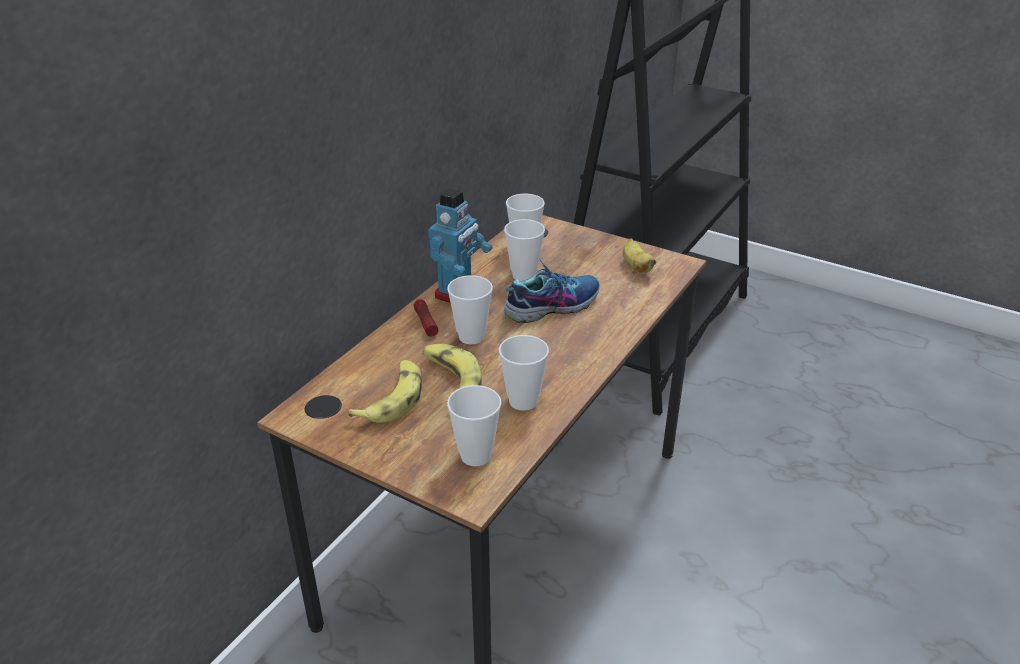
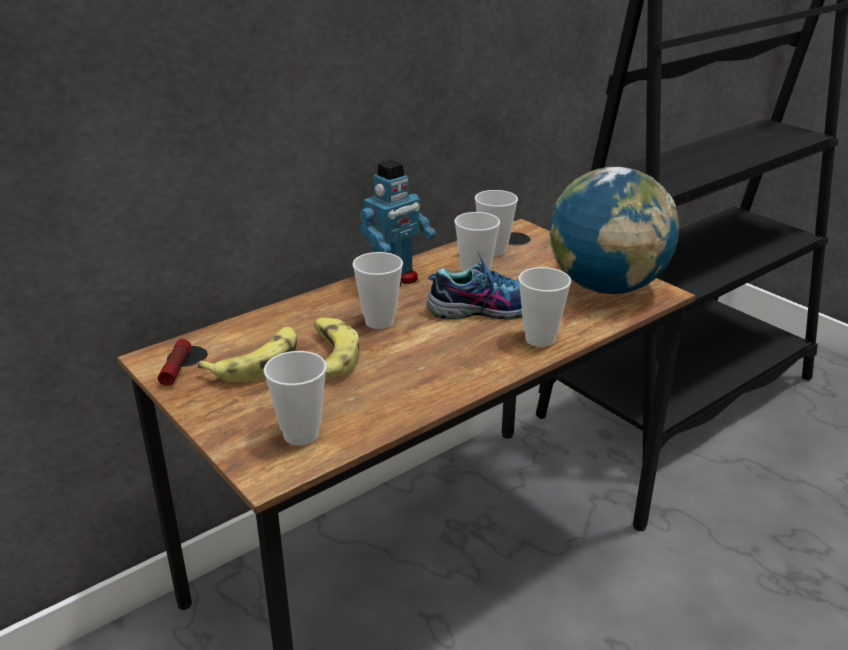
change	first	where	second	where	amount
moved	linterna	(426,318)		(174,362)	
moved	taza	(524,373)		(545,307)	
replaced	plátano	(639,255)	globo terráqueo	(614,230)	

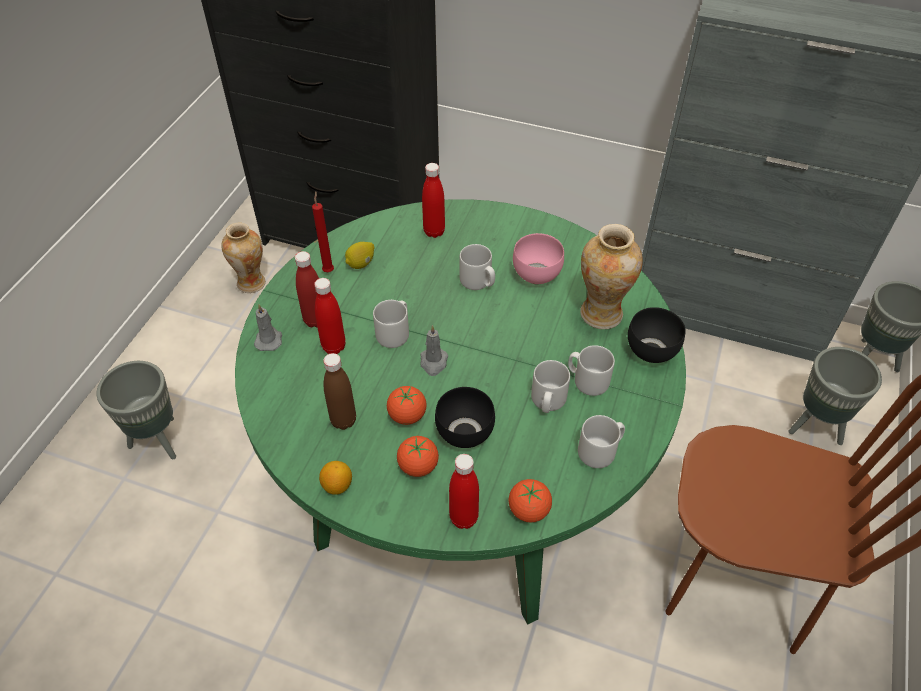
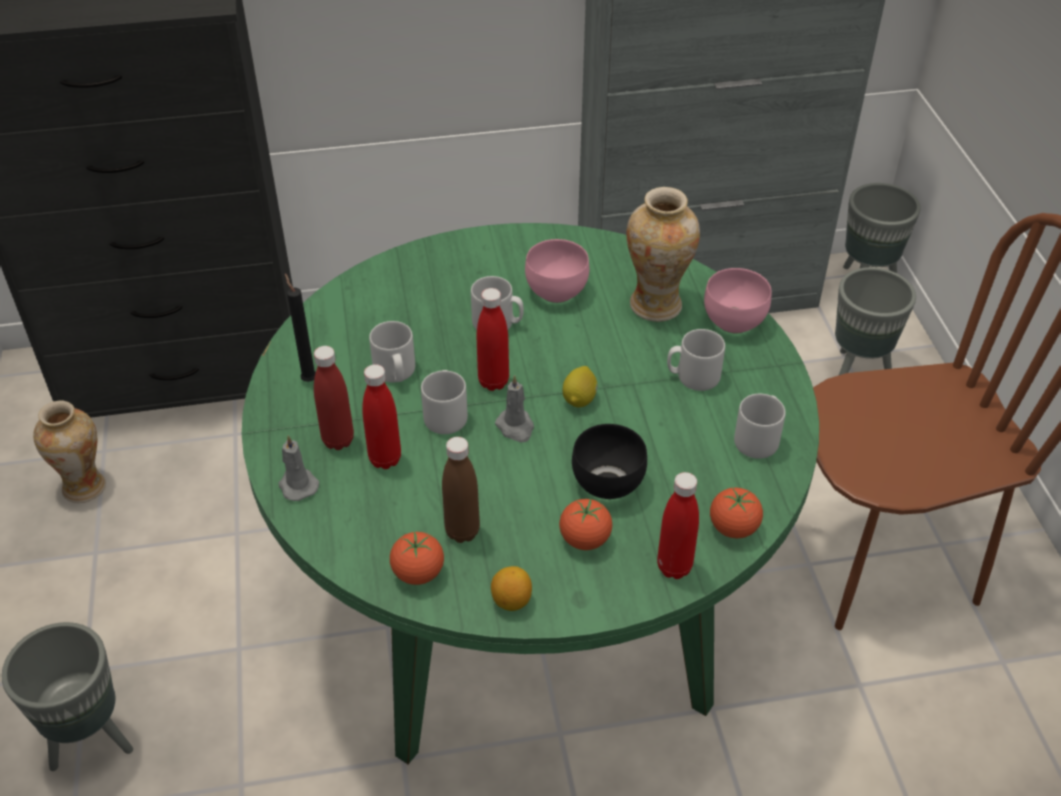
change	first	where	second	where	amount
recoloured	vela [rojo]	(323,231)	vela [negro]	(300,327)	
moved	limón	(359,255)		(580,386)	
moved	tomate	(407,405)		(417,558)	
moved	botella [rojo]	(433,200)		(493,339)	
moved	taza grande [gris]	(550,386)		(392,351)	
recoloured	cuenco [negro]	(656,335)	cuenco [rosa]	(738,300)	

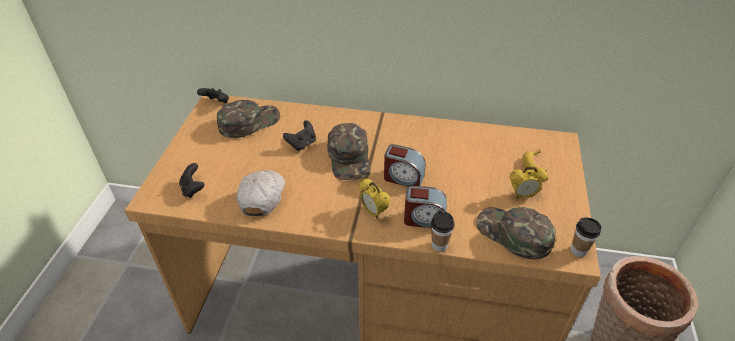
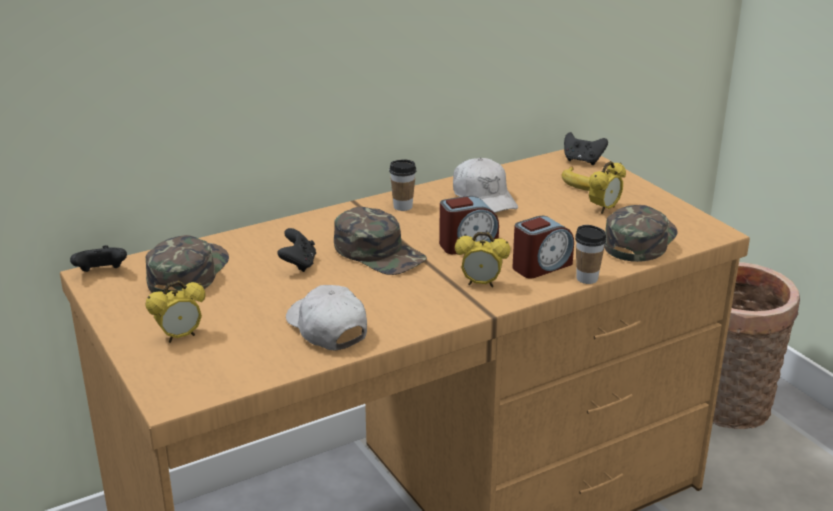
change	first	where	second	where	amount
moved	mando de consola [negro]	(192,180)		(586,148)	
turned	gorra [verde]	(516,233)		(641,233)	120 degrees clockwise
moved	taza	(586,237)		(402,185)	
added			despertador	(175,312)	
added			gorra [blanco]	(485,185)	

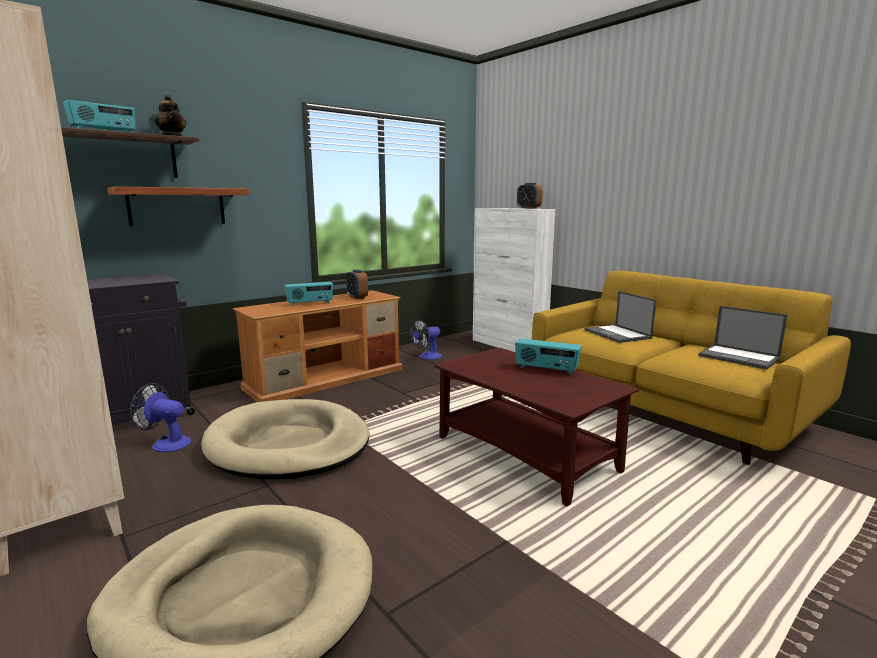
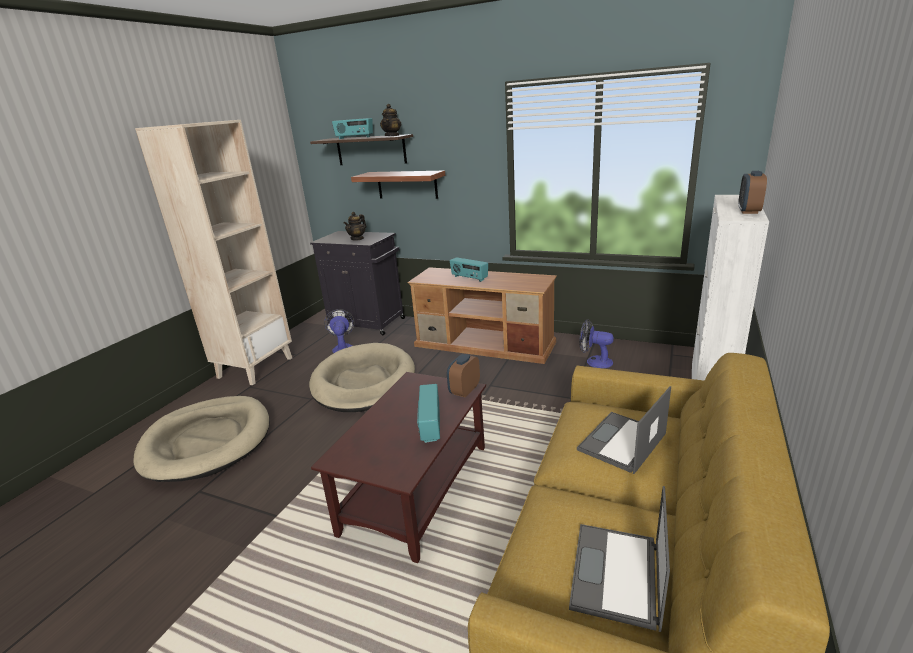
change	first	where	second	where	amount
moved	despertador	(357,284)		(463,376)	
added			tetera	(355,226)	

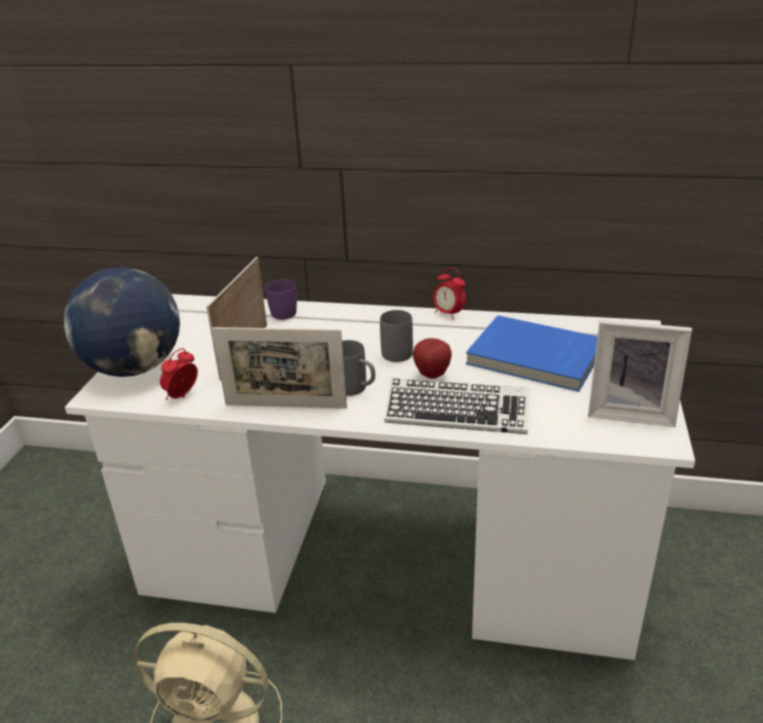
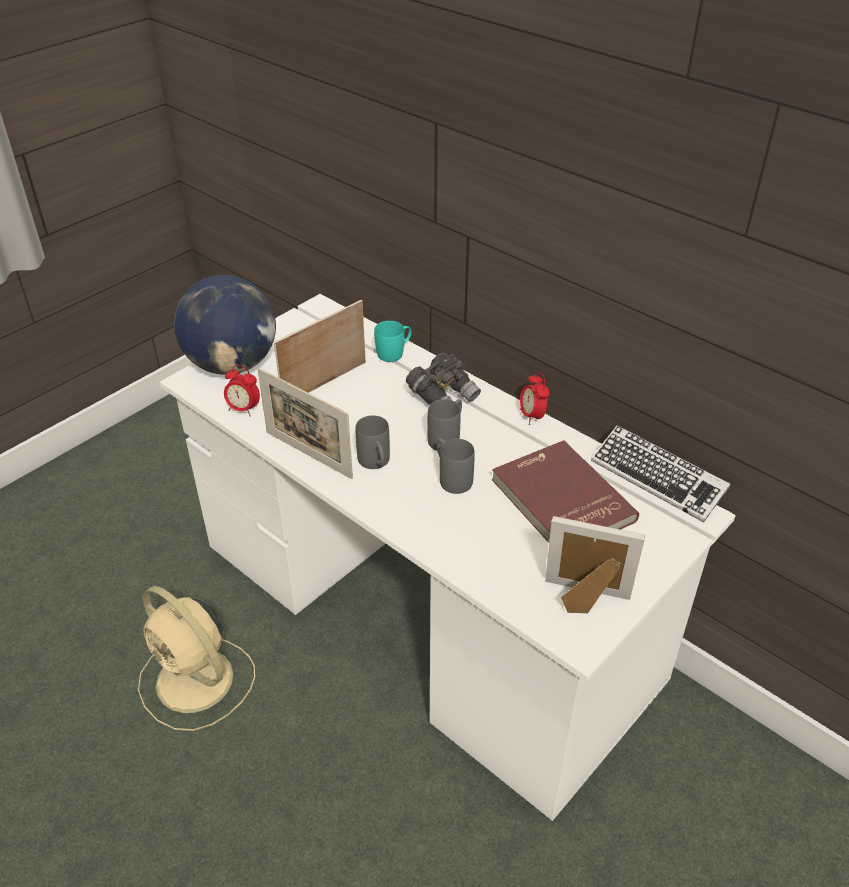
change	first	where	second	where	amount
turned	despertador	(179,374)		(242,391)	135 degrees counterclockwise
recoloured	taza grande [morado]	(281,299)	taza grande [turquesa]	(392,341)	
moved	teclado	(457,406)		(660,473)	
replaced	manzana	(432,358)	taza grande [gris]	(456,466)	
recoloured	libro [azul]	(532,353)	libro [rojo]	(565,491)	
turned	portarretratos	(640,373)		(595,564)	150 degrees clockwise
added			prismáticos [gris]	(443,378)	

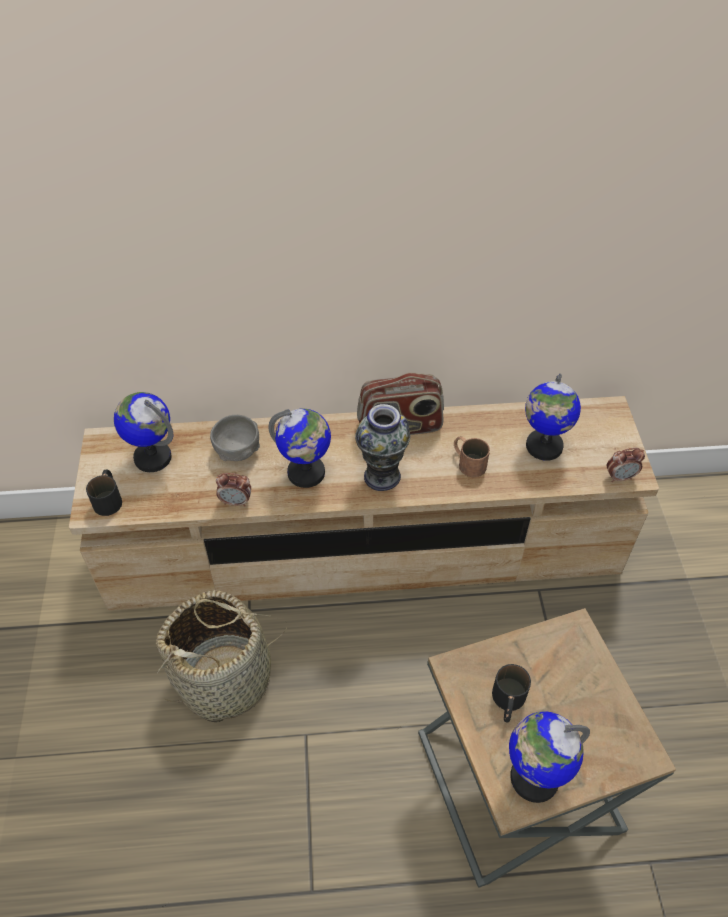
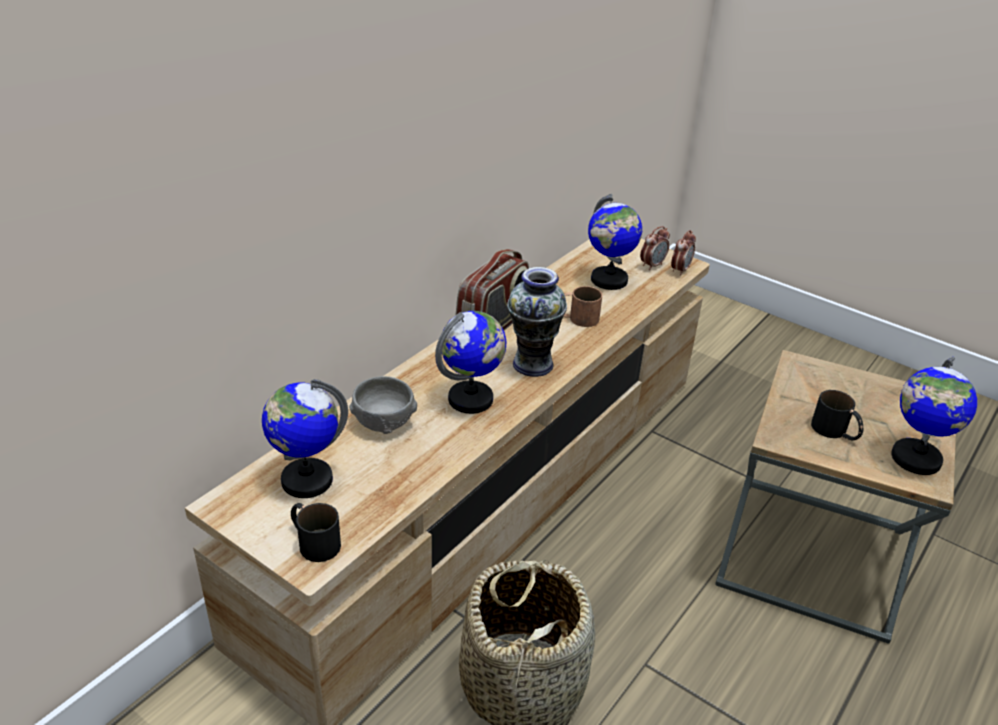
change	first	where	second	where	amount
moved	despertador	(233,489)		(655,248)	

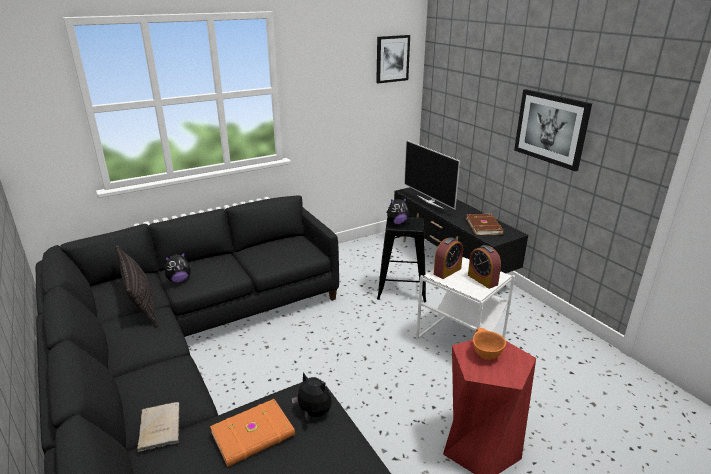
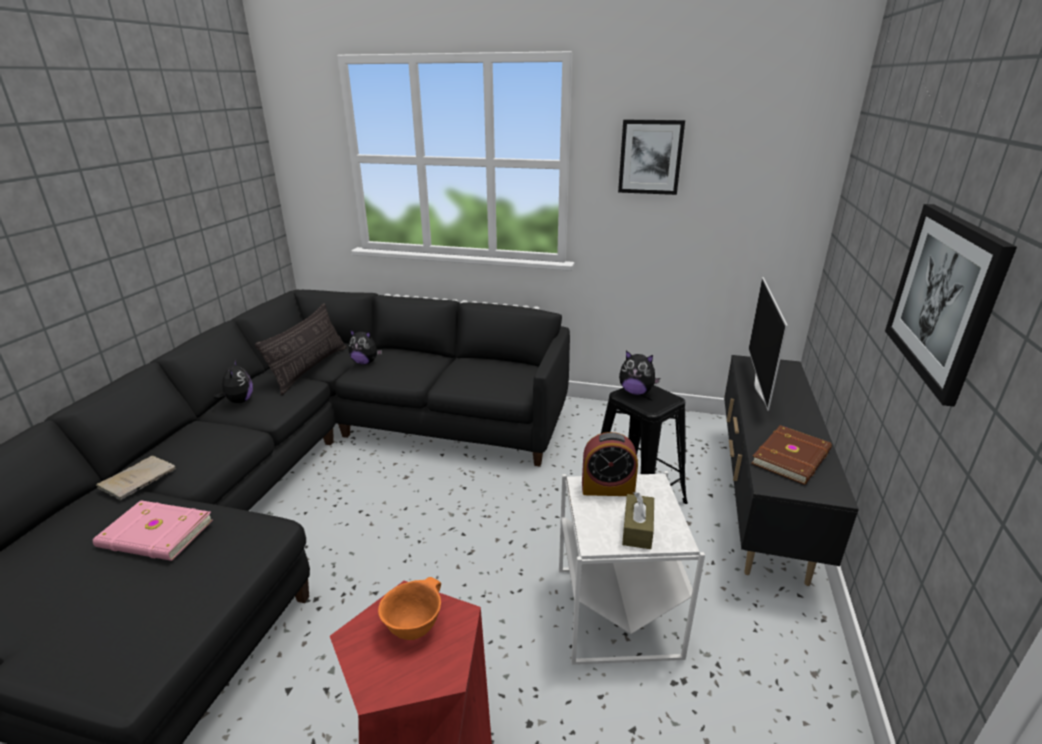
change	first	where	second	where	amount
recoloured	libro [naranja]	(252,433)	libro [rosa]	(153,530)	
moved	peluche	(311,398)		(233,381)	
moved	cuadro	(393,59)		(651,157)	
replaced	despertador	(484,267)	caja de pañuelos [marrón]	(638,520)	

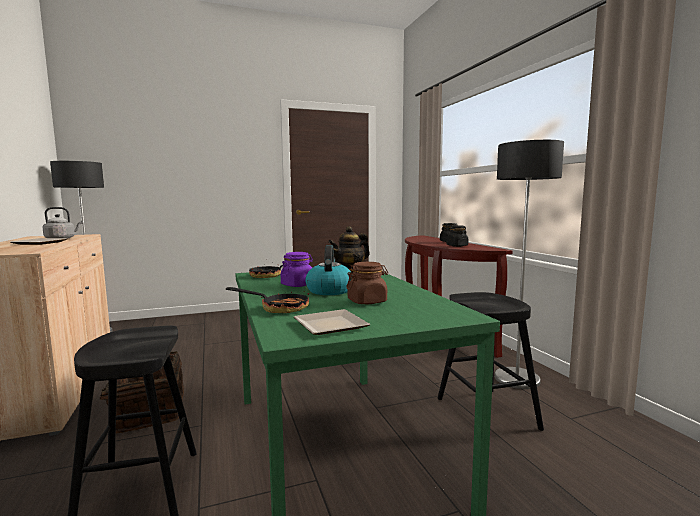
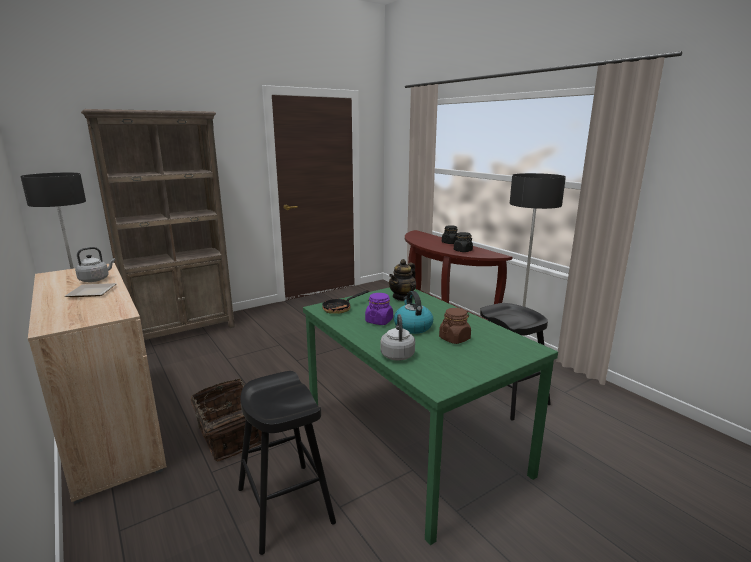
change	first	where	second	where	amount
replaced	sartén	(267,300)	hervidor [gris]	(397,337)	
removed	plato	(332,322)			
added			estantería [marrón]	(158,224)	

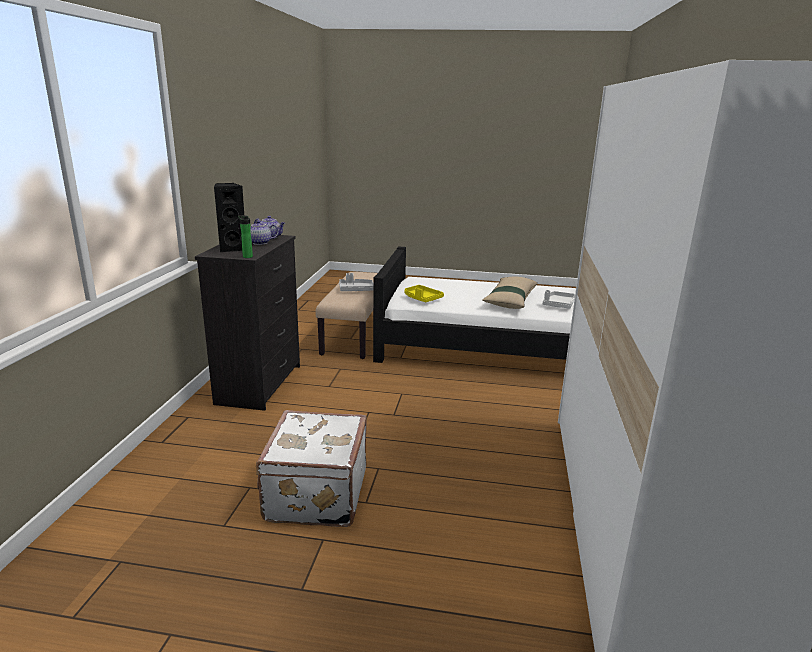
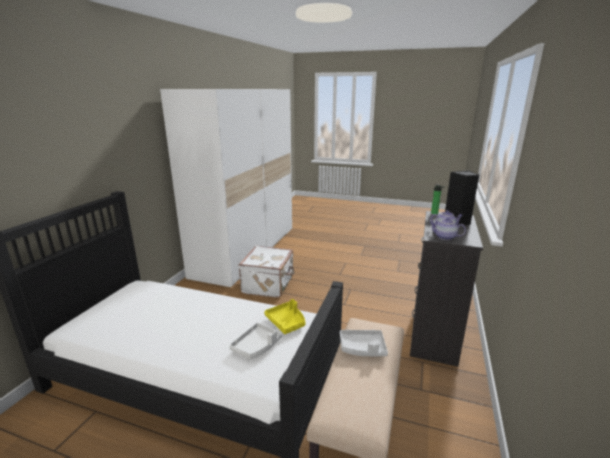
change	first	where	second	where	amount
moved	maleta [blanco]	(311,468)		(266,272)	
removed	cojín [beis]	(510,292)			
moved	bandeja [blanco]	(559,299)		(255,341)	

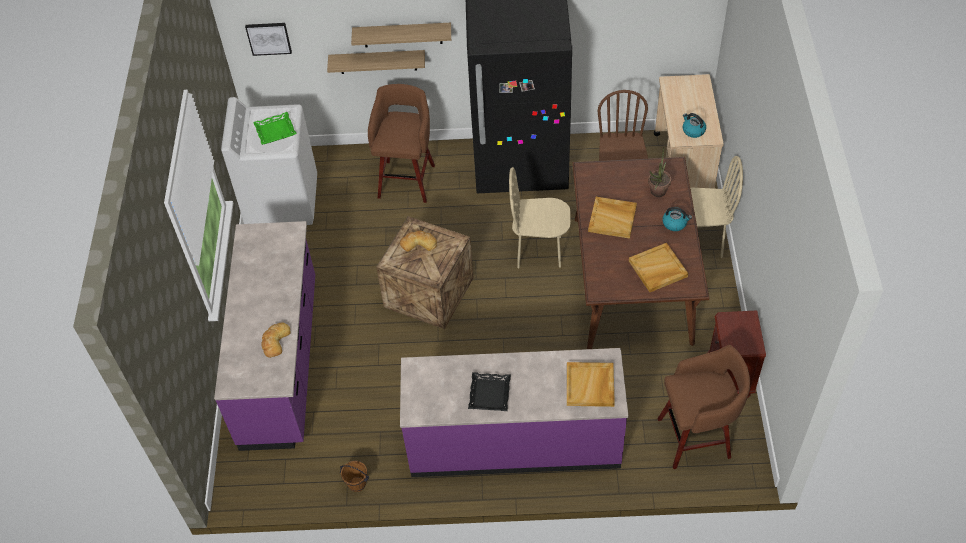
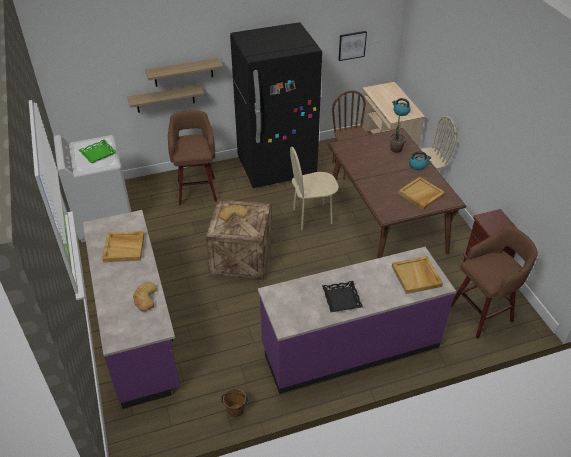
change	first	where	second	where	amount
moved	cuadro	(268,39)		(352,46)	
moved	bandeja [beis]	(612,218)		(123,246)	

